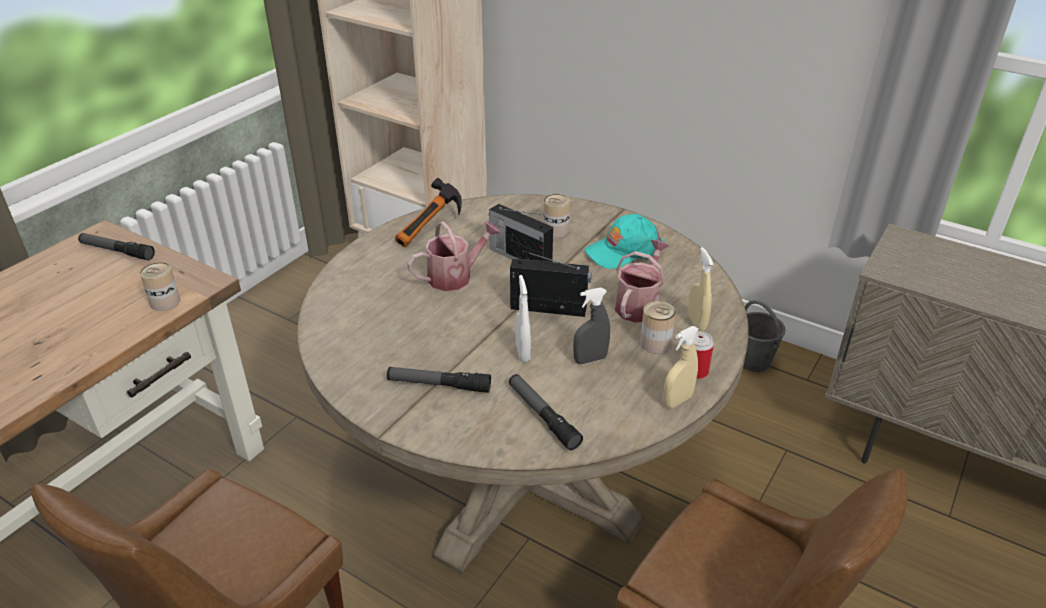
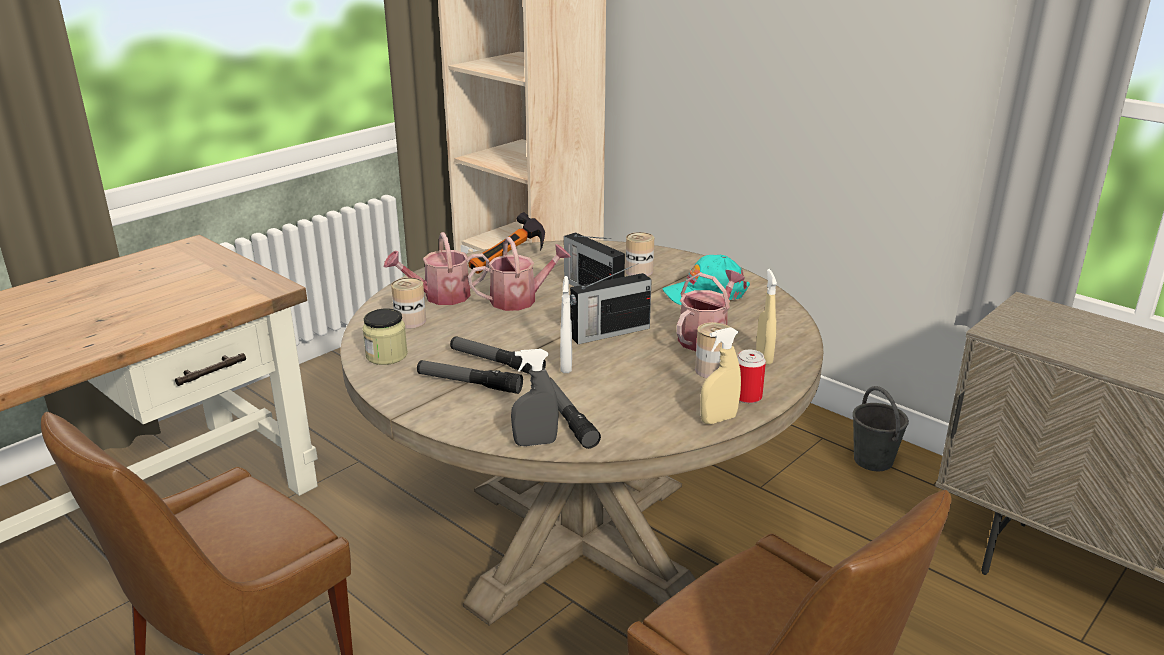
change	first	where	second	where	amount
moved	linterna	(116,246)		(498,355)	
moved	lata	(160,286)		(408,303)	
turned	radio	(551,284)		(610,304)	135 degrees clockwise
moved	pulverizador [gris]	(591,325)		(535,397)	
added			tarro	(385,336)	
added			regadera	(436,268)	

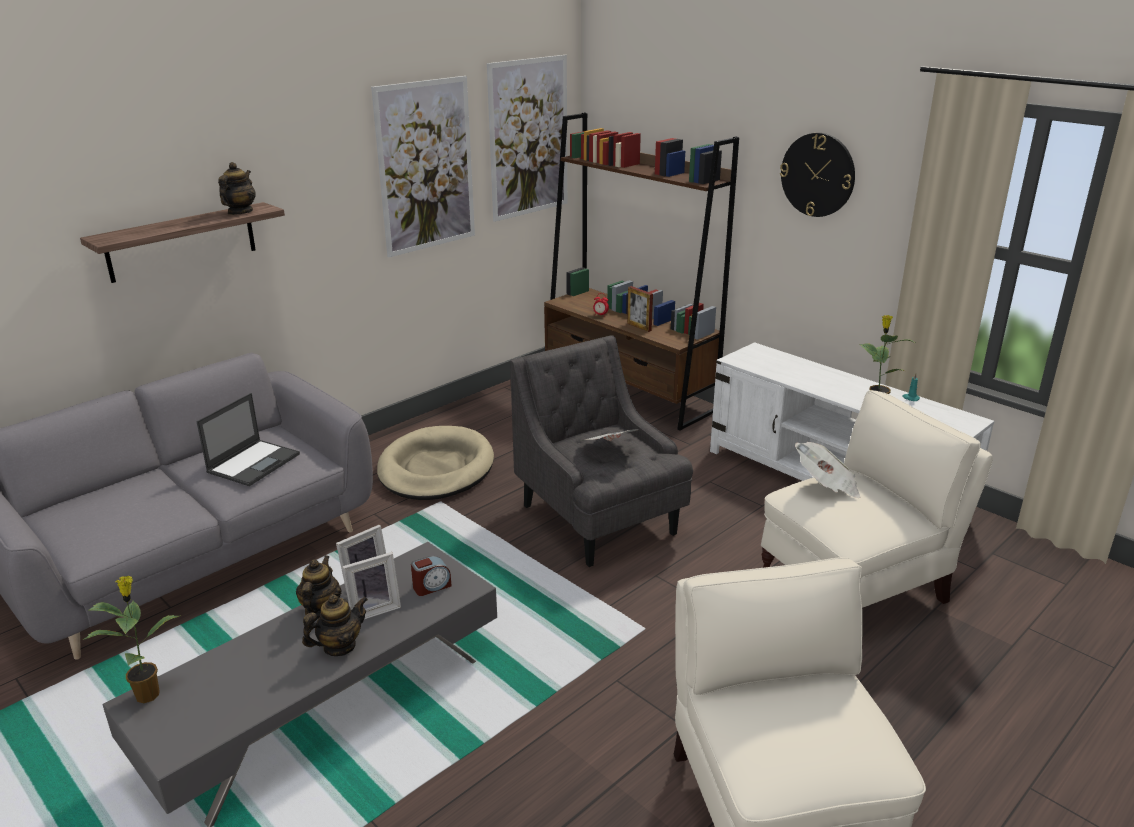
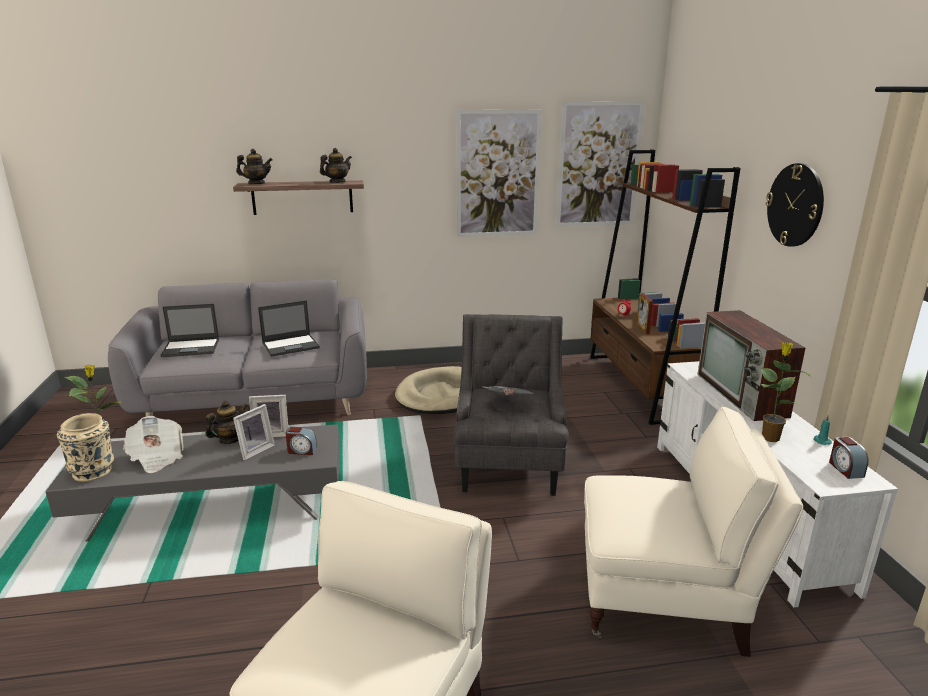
change	first	where	second	where	amount
moved	tetera	(335,625)		(254,166)	
turned	portarretratos	(371,585)		(254,432)	60 degrees counterclockwise
moved	periódico	(828,470)		(153,444)	
added			florero [beis]	(85,447)	
added			portátil	(189,330)	
added			televisor	(751,365)	
added			despertador	(849,458)	

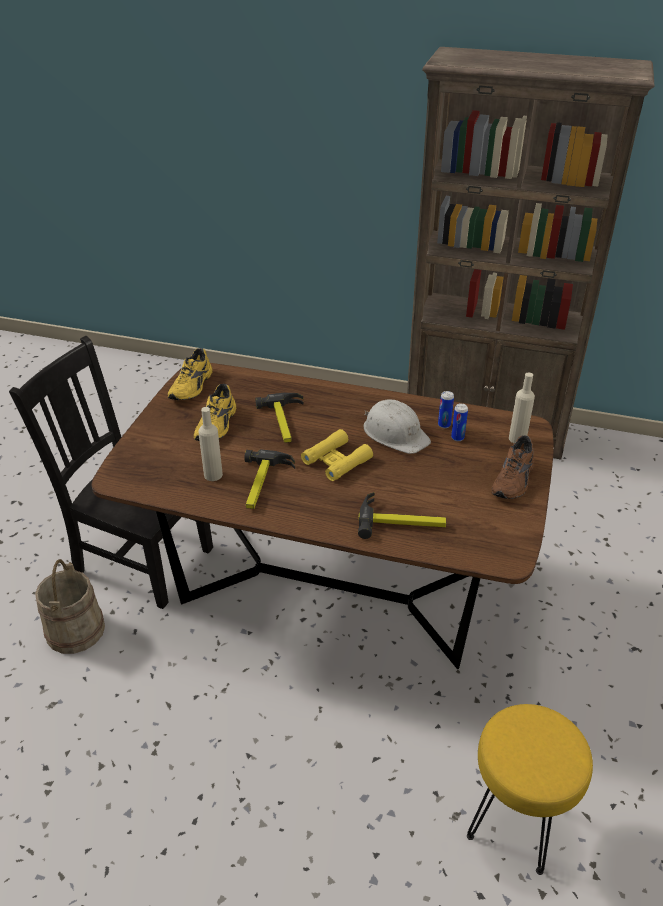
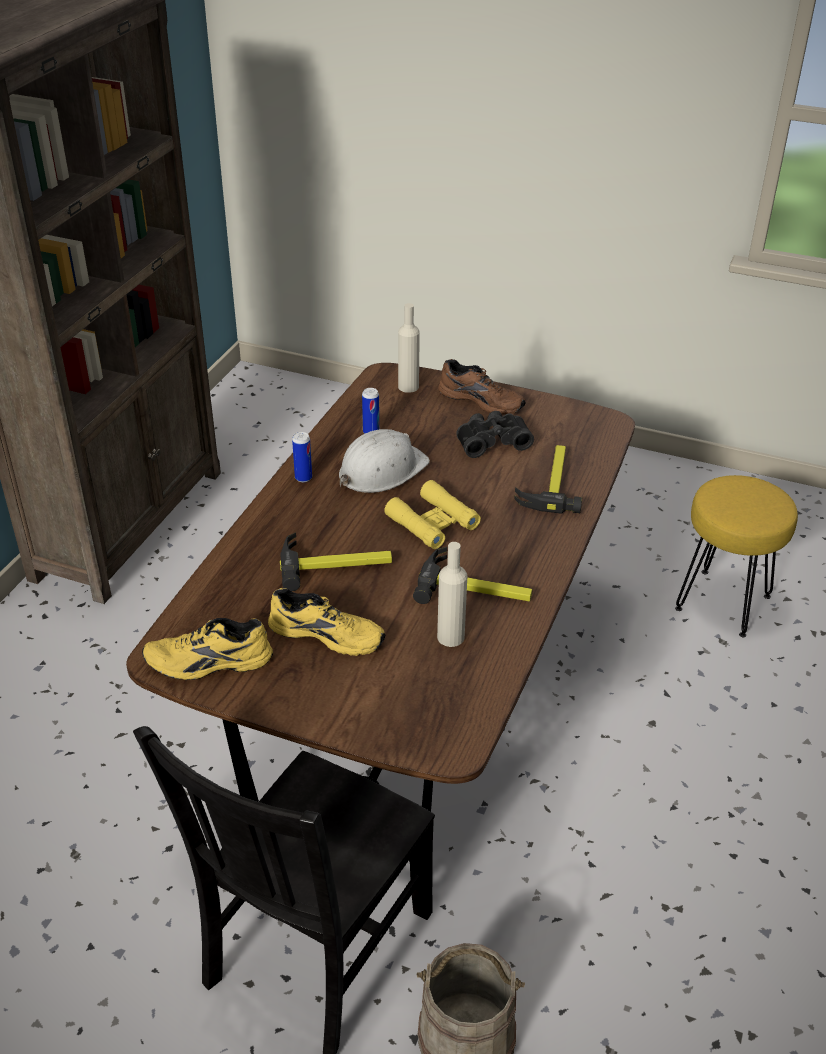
change	first	where	second	where	amount
turned	zapato [amarillo]	(190,374)		(207,649)	150 degrees clockwise
moved	lata	(459,422)		(302,457)	
added			prismáticos [negro]	(495,434)	

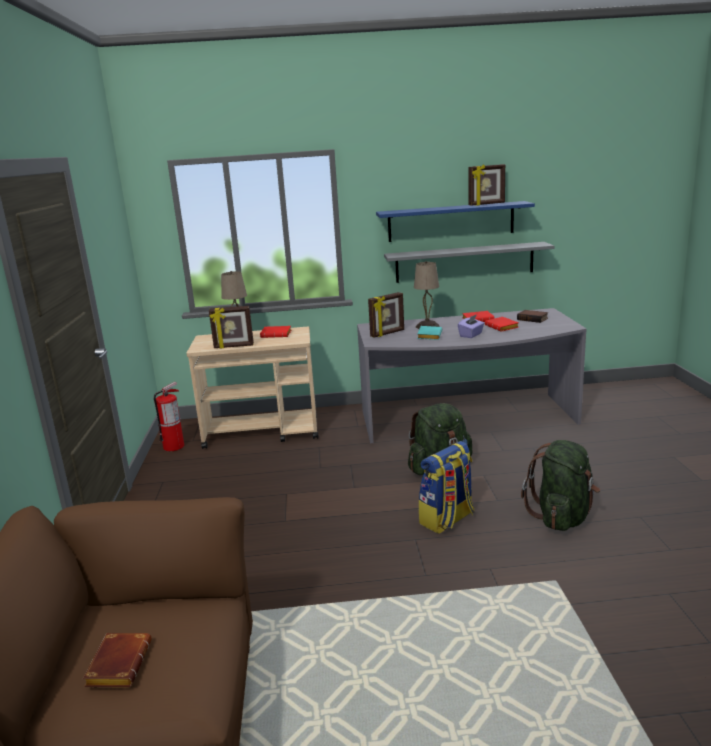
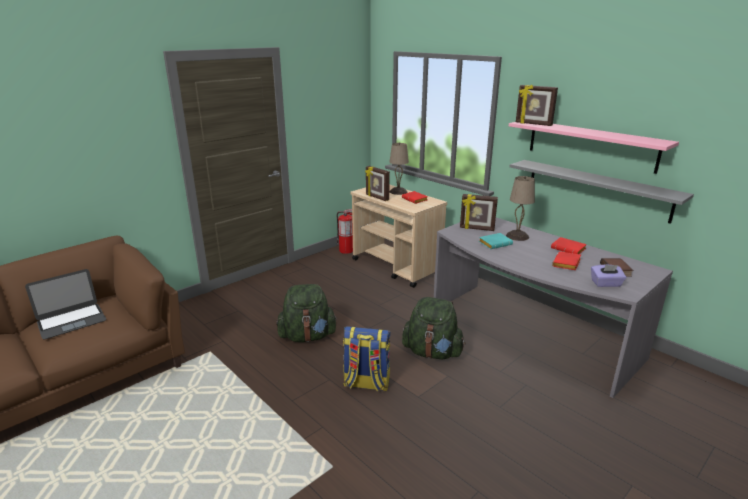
change	first	where	second	where	amount
replaced	libro [marrón]	(117,660)	portátil	(65,304)	
recoloured	estante [azul]	(455,221)	estante [rosa]	(594,148)	
moved	caja de pañuelos [morado]	(471,326)		(608,276)	
moved	portarretratos	(486,185)		(537,105)	
moved	mochila [verde]	(560,485)		(307,313)	

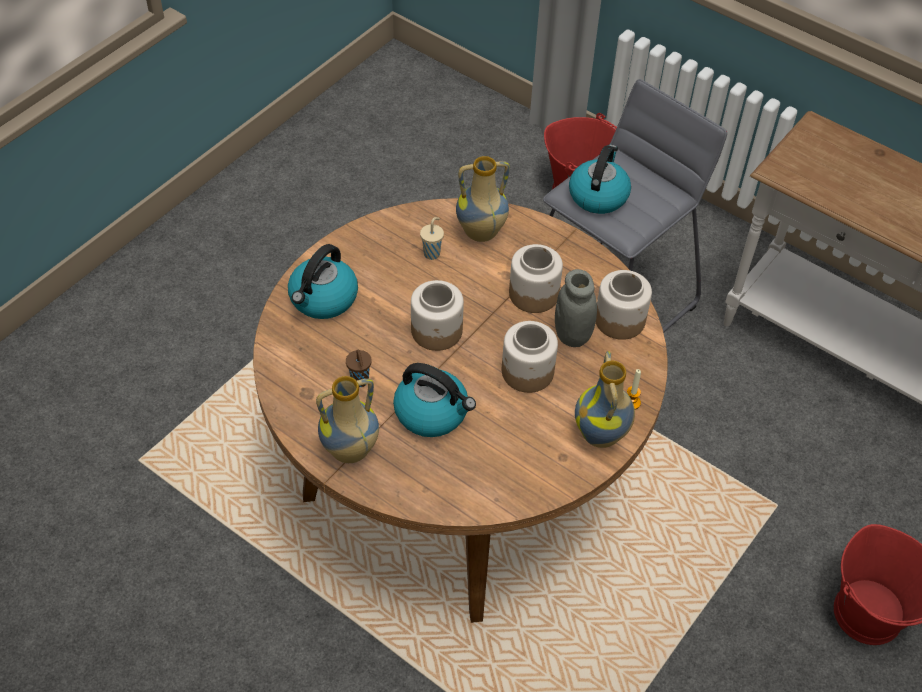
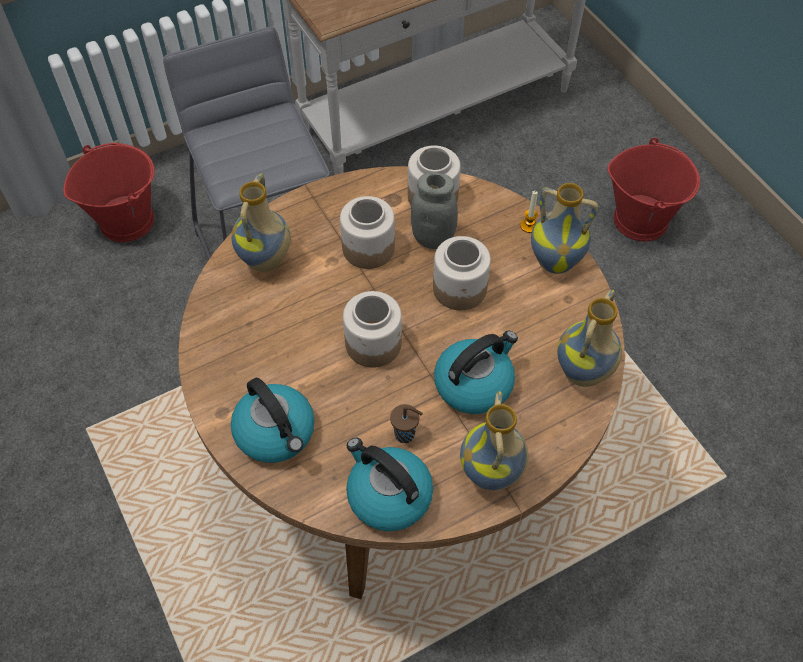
change	first	where	second	where	amount
removed	taza [beis]	(432,238)			
moved	hervidor	(600,179)		(389,484)	
added			florero	(589,338)	

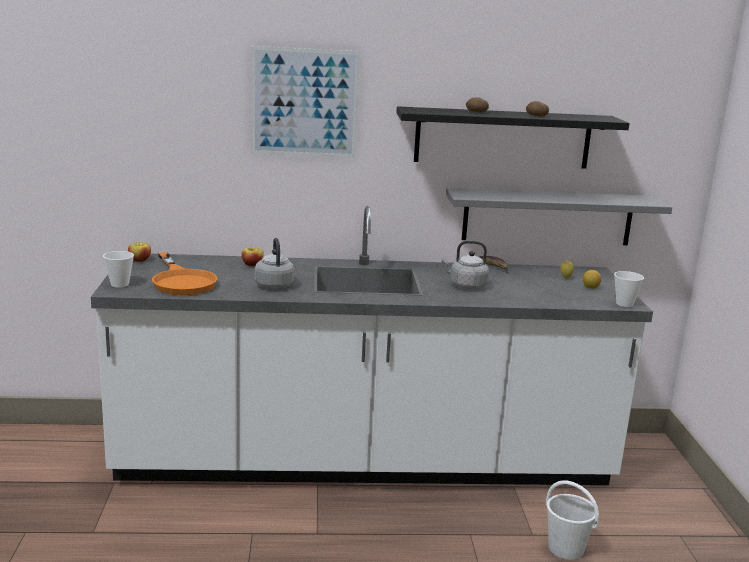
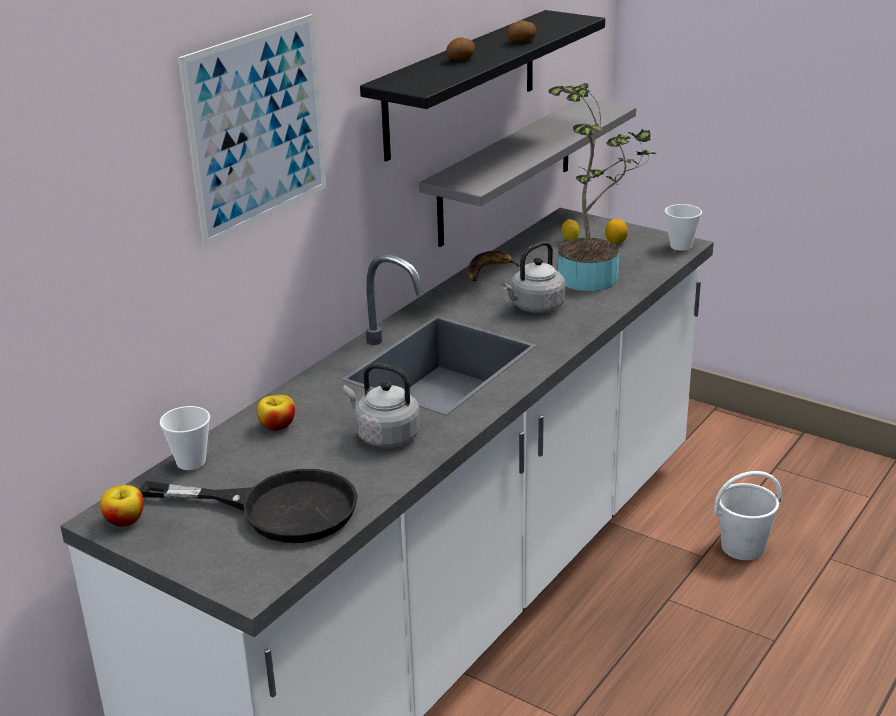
change	first	where	second	where	amount
moved	taza	(118,269)		(185,438)	
recoloured	sartén [naranja]	(185,273)	sartén [negro]	(248,506)	
added			planta en maceta	(602,187)	

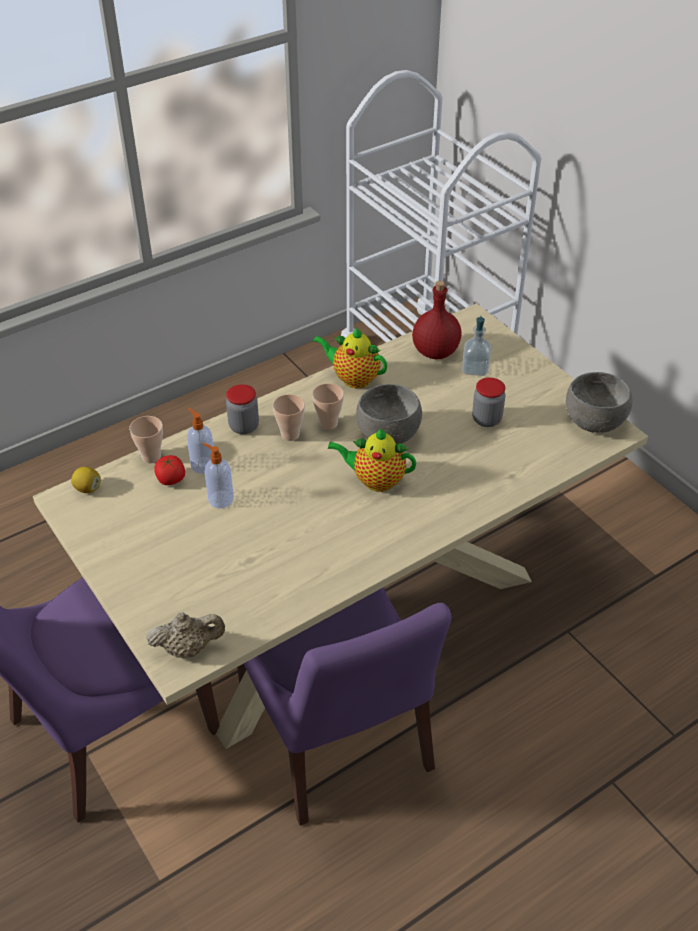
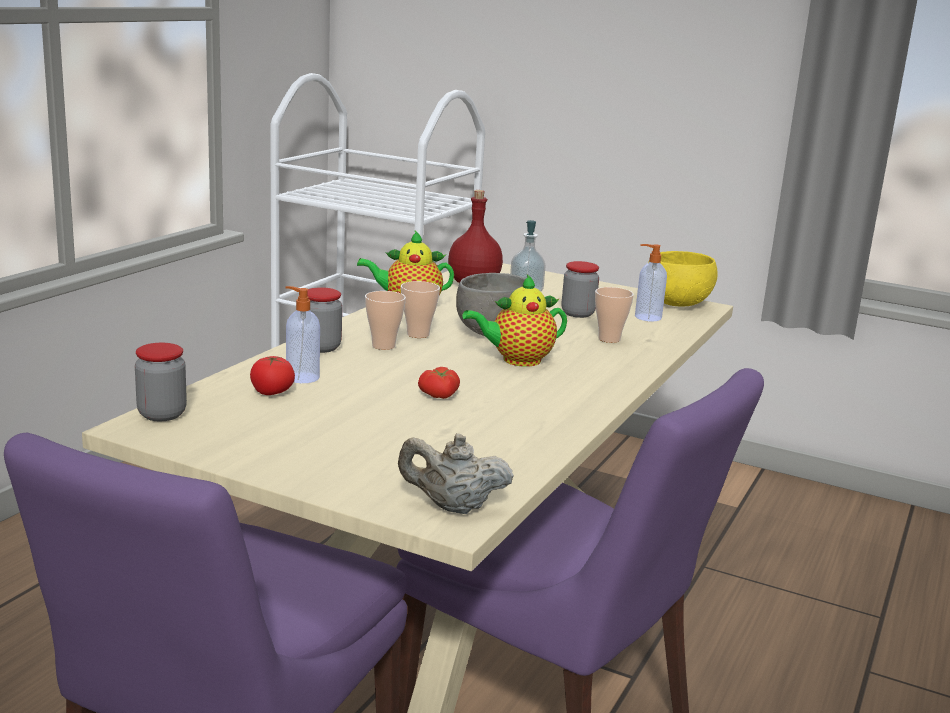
change	first	where	second	where	amount
replaced	limón	(86,480)	tarro	(161,382)	
moved	taza	(146,439)		(614,315)	
turned	tetera [beis]	(185,635)		(456,473)	135 degrees counterclockwise
moved	dispensador de jabón	(218,475)		(651,283)	
recoloured	cuenco [gris]	(599,402)	cuenco [amarillo]	(683,279)	
added			tomate	(439,383)	

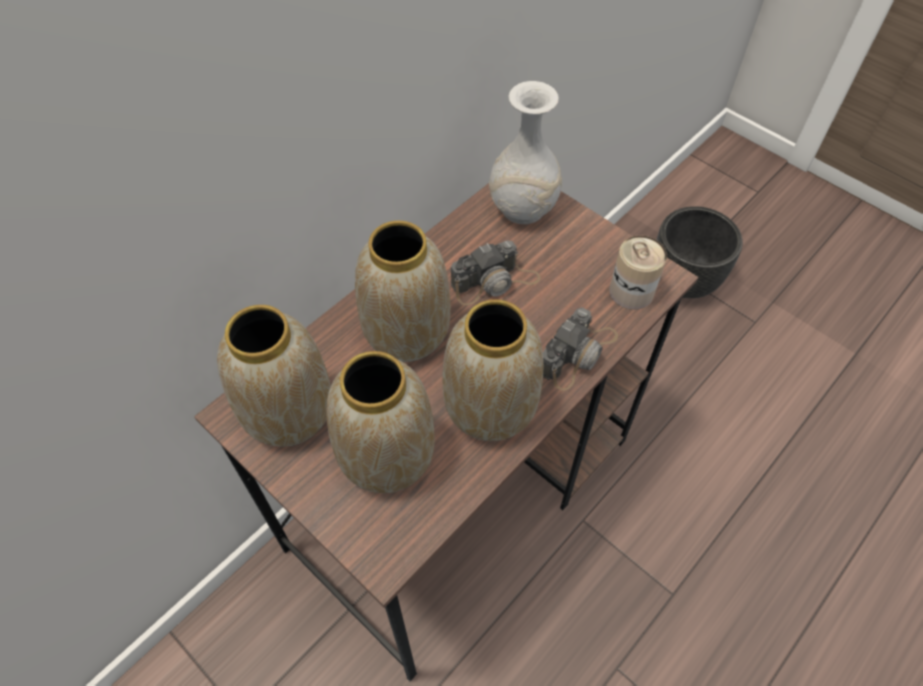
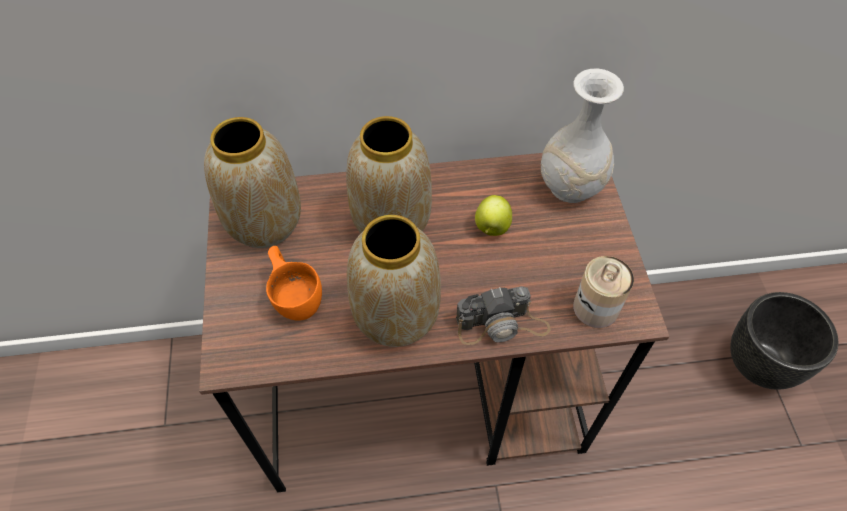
change	first	where	second	where	amount
replaced	florero	(380,422)	taza [naranja]	(294,283)	
replaced	cámara	(496,272)	manzana	(493,215)	

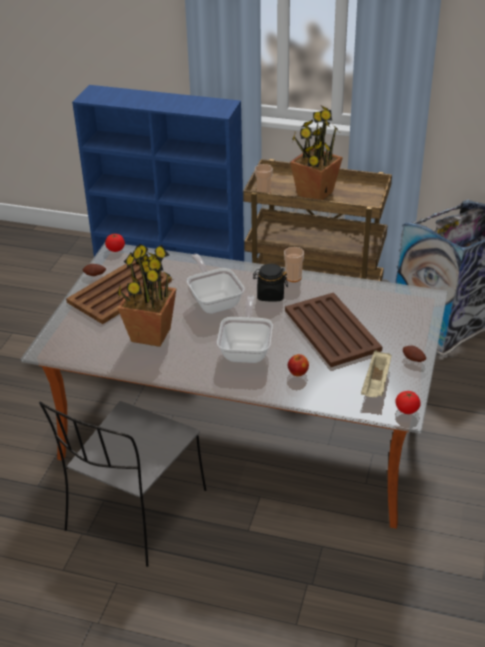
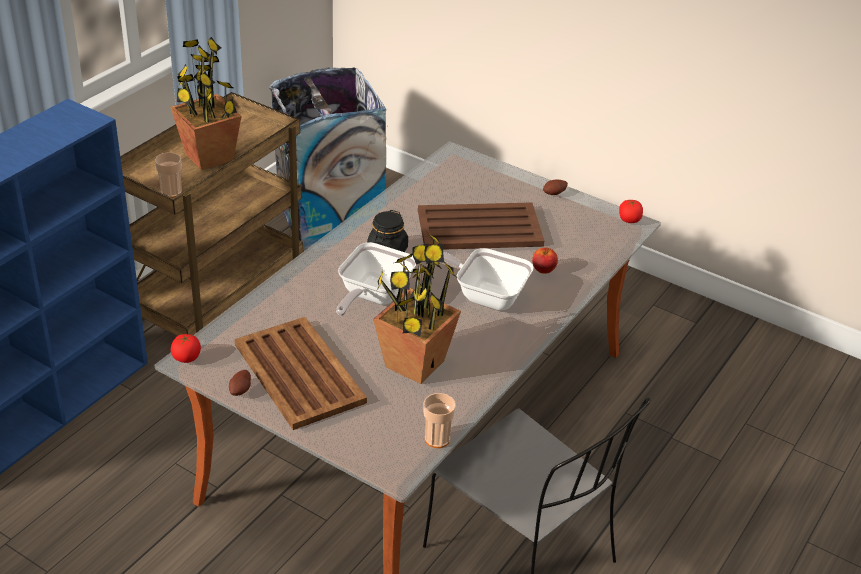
change	first	where	second	where	amount
turned	sartén	(216,284)		(376,279)	60 degrees counterclockwise
moved	taza	(294,264)		(439,420)	
removed	bandeja [beis]	(376,373)			

